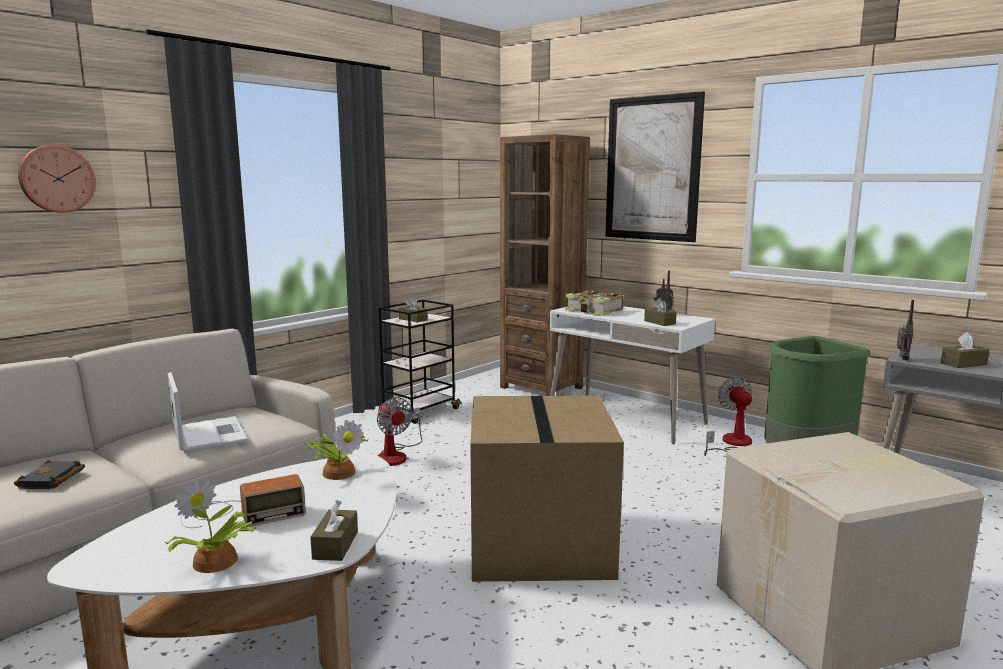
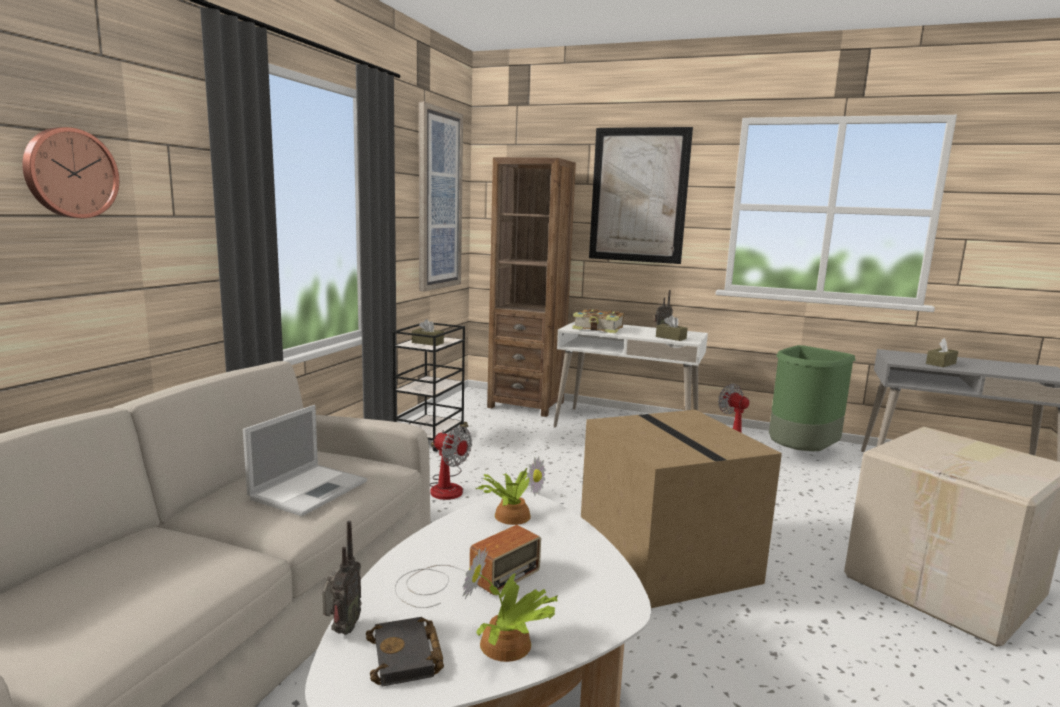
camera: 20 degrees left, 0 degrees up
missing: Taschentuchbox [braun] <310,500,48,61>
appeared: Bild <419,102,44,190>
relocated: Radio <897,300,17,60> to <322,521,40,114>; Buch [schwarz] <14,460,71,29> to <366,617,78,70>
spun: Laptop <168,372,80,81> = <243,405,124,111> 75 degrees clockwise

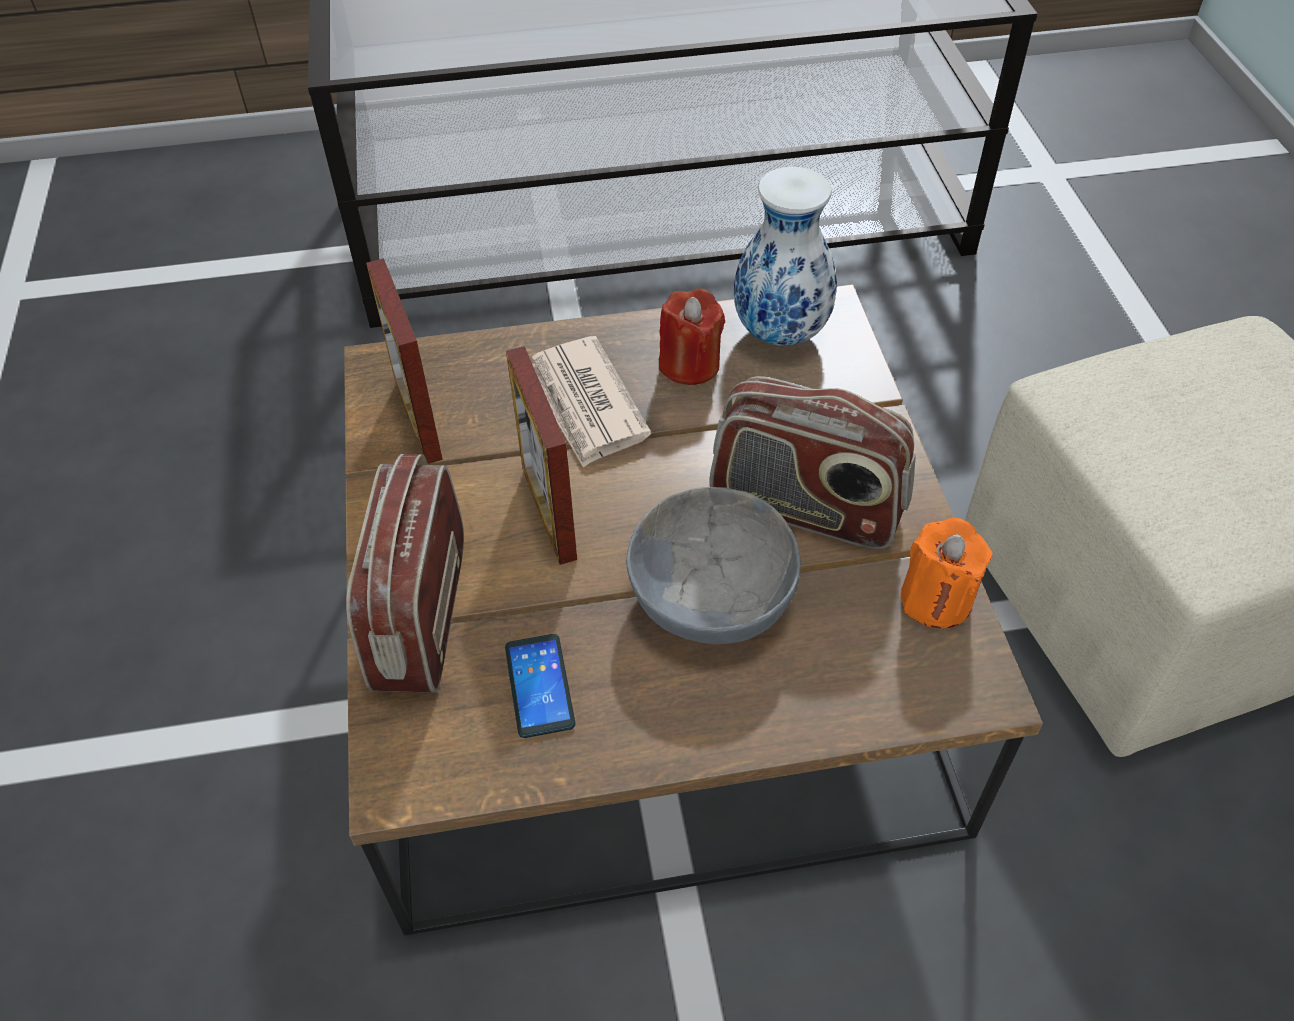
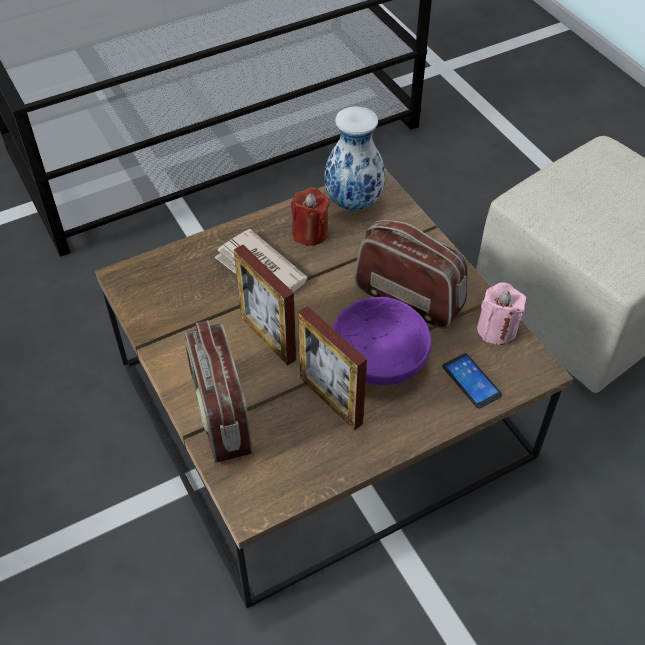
camera: 20 degrees left, 0 degrees up
relocated: Bilderrahmen <366,258,77,206> to <298,306,69,124>; Handy <505,634,70,104> to <442,353,60,55>
colour: Schüssel [grau] <626,487,175,157> to Schüssel [lila] <333,297,98,88>; Kerze [orange] <901,518,91,110> to Kerze [rosa] <477,282,49,63>
spun: Radio <710,376,206,174> = <355,220,113,109> 150 degrees counterclockwise

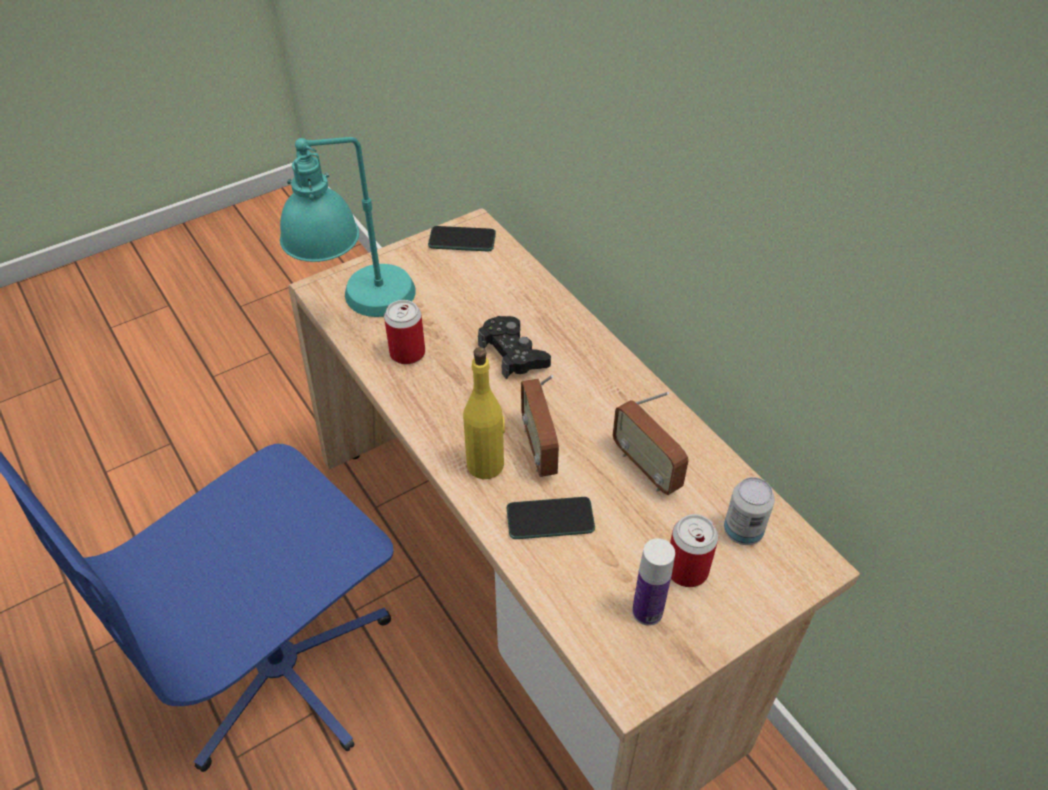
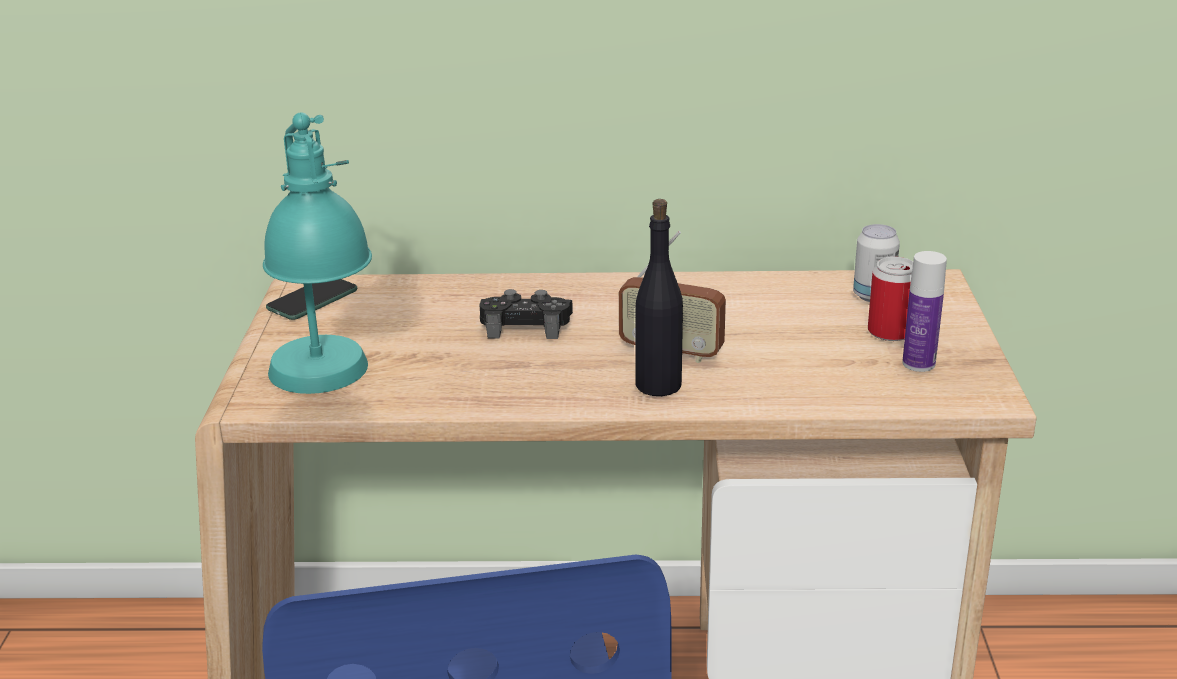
camera: 55 degrees left, 20 degrees down
missing: Dose <384,300,41,64>; Handy <507,497,88,42>; Radio <613,392,76,103>
colour: Flasche [gelb] <463,347,42,132> to Flasche [schwarz] <635,199,48,197>

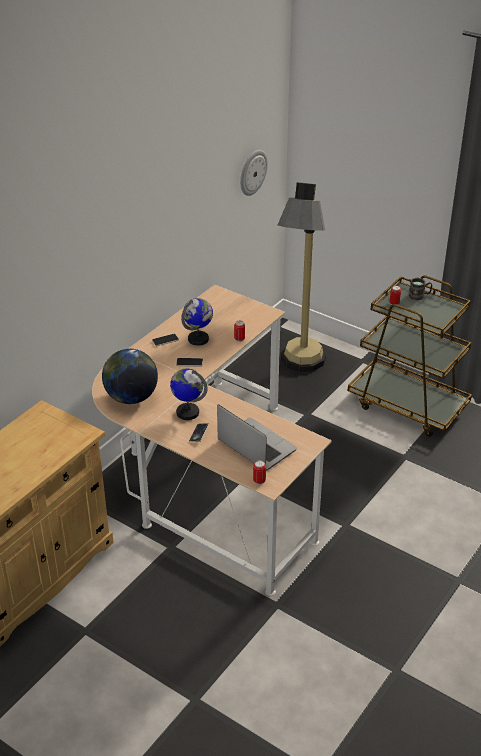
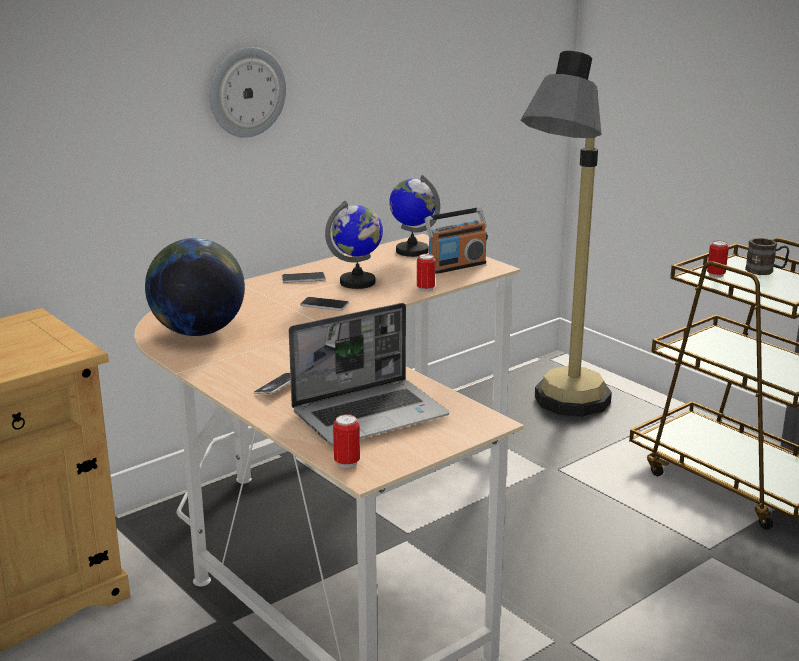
camera: 15 degrees right, 15 degrees down
appeared: Radio <424,207,64,67>
relocated: Wanduhr <240,150,28,46> to <210,47,76,90>; Globus <170,368,38,52> to <389,175,51,82>
spun: Laptop <217,404,80,67> = <289,303,160,142> 90 degrees clockwise

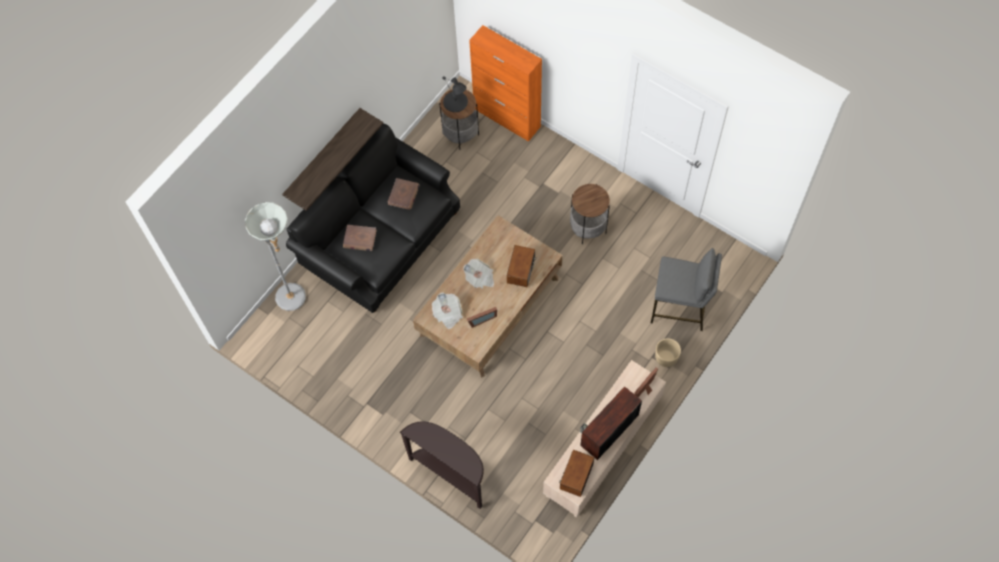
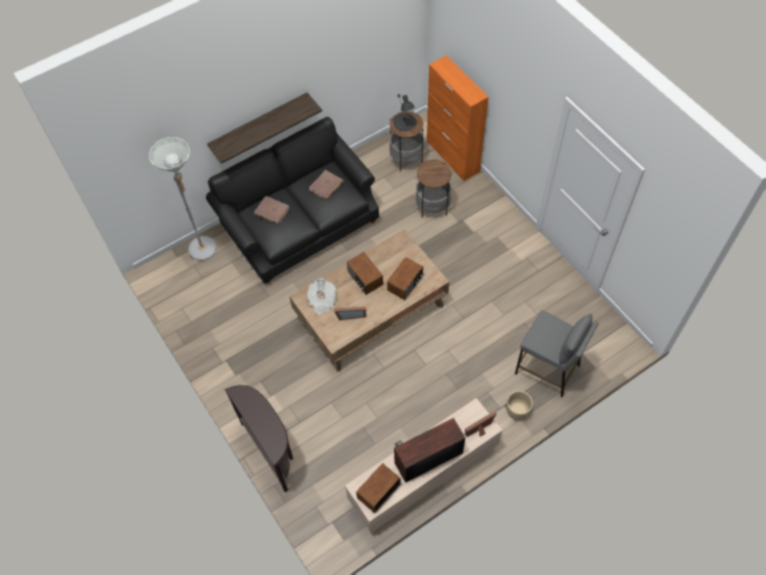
camera: 20 degrees right, 5 degrees down
relocated: Beistelltisch <570,184,40,61> to <416,159,36,59>
exchanged: Zeitung <463,258,31,30> to Radio <347,252,36,43>

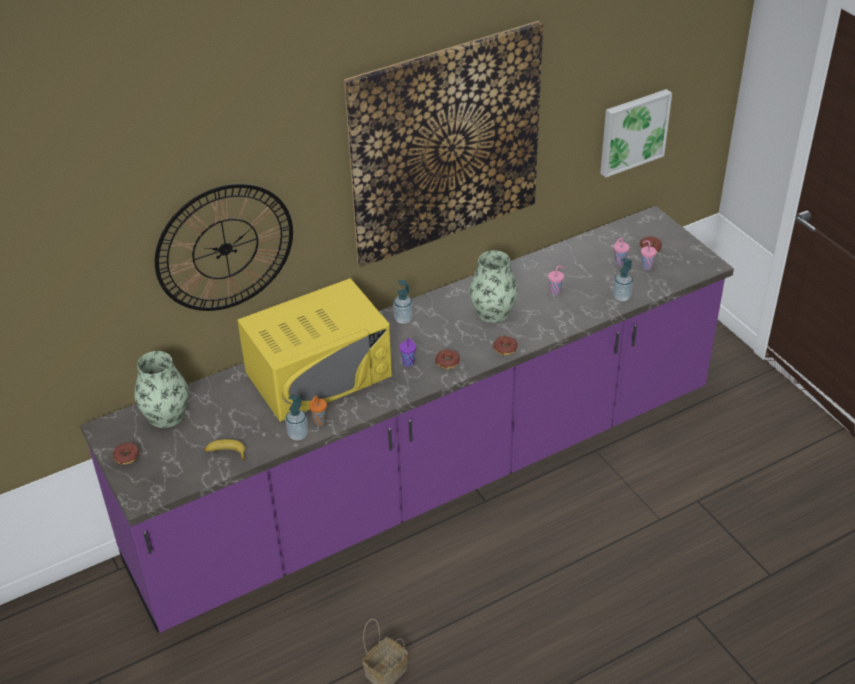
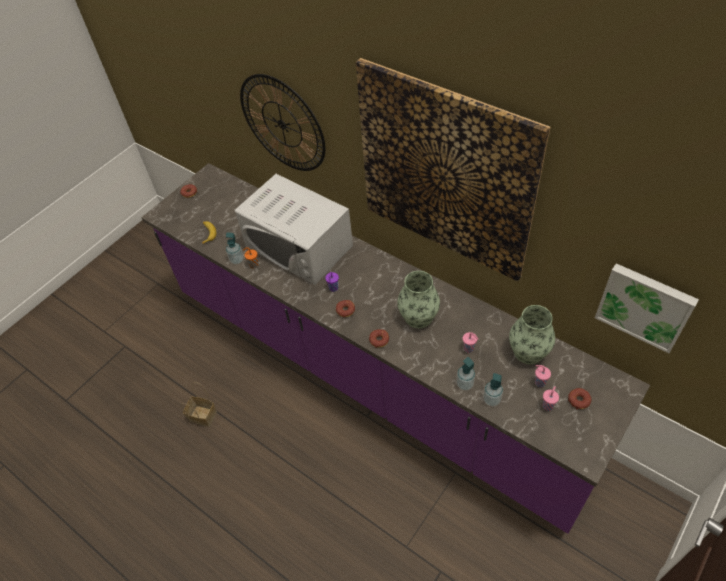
camera: 70 degrees right, 10 degrees up
relocated: Seifenspender <393,280,20,44> to <456,357,19,34>; Vase <134,351,55,77> to <509,305,46,59>
colour: Mikrowelle [gelb] <237,278,155,144> to Mikrowelle [weiß] <235,174,118,111>

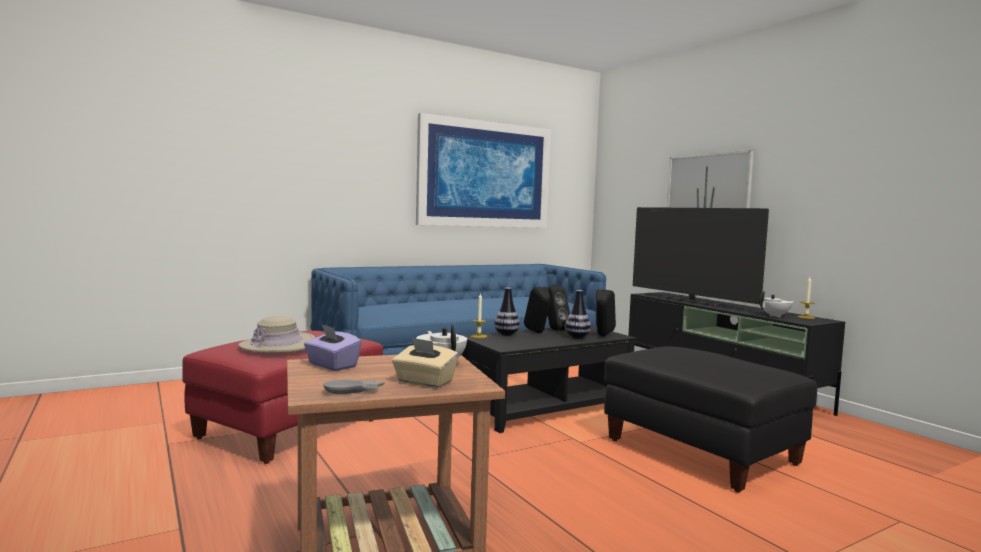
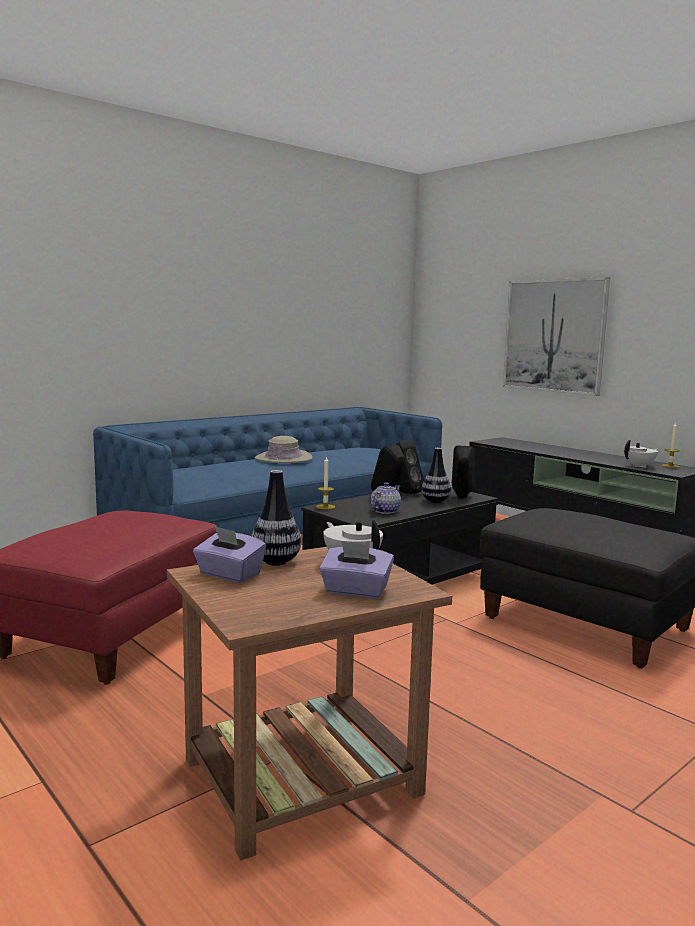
camera: 10 degrees left, 5 degrees up
missing: Schüssel [grau] <323,380,62,14>; Bild <416,113,135,115>; Fernseher <633,207,136,99>
appeared: Teekanne <371,482,30,32>
relocated: Vase <494,288,26,48> to <252,470,49,96>; Hut [beige] <238,316,77,36> to <255,436,57,27>
colour: Taschentuchbox [beige] <392,338,66,50> to Taschentuchbox [lila] <319,541,75,58>

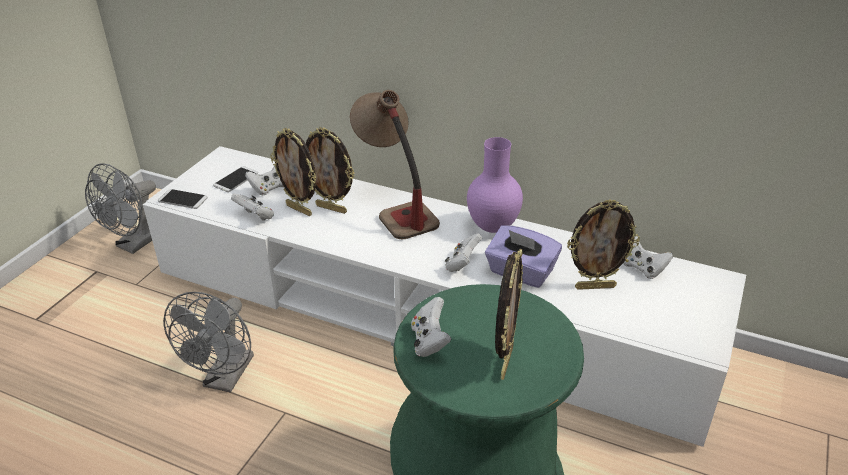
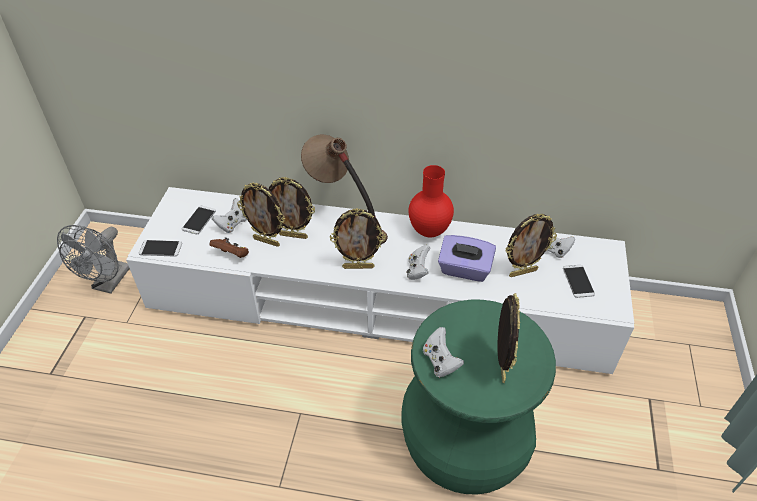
camera: 15 degrees left, 10 degrees up
missing: Ventilator [grau] <163,292,91,101>
appeared: Bilderrahmen <330,208,56,61>; Handy <563,265,32,33>
colour: Gamepad [weiß] <231,194,43,27> to Gamepad [braun] <210,237,39,21>; Vase [lila] <467,137,56,96> to Vase [rot] <409,165,45,73>

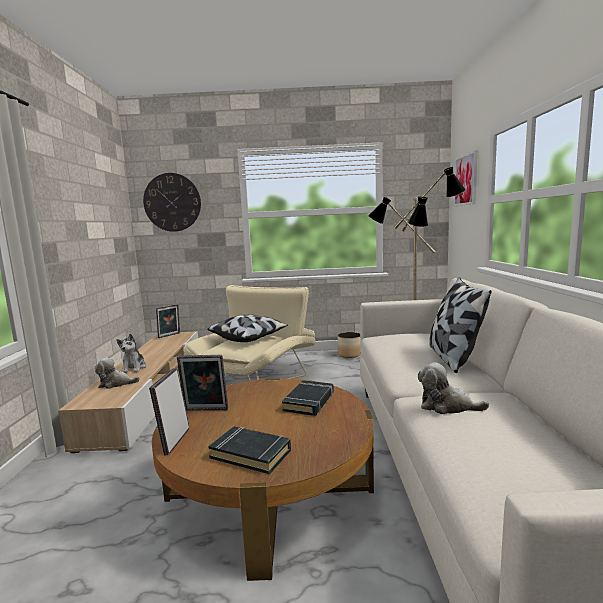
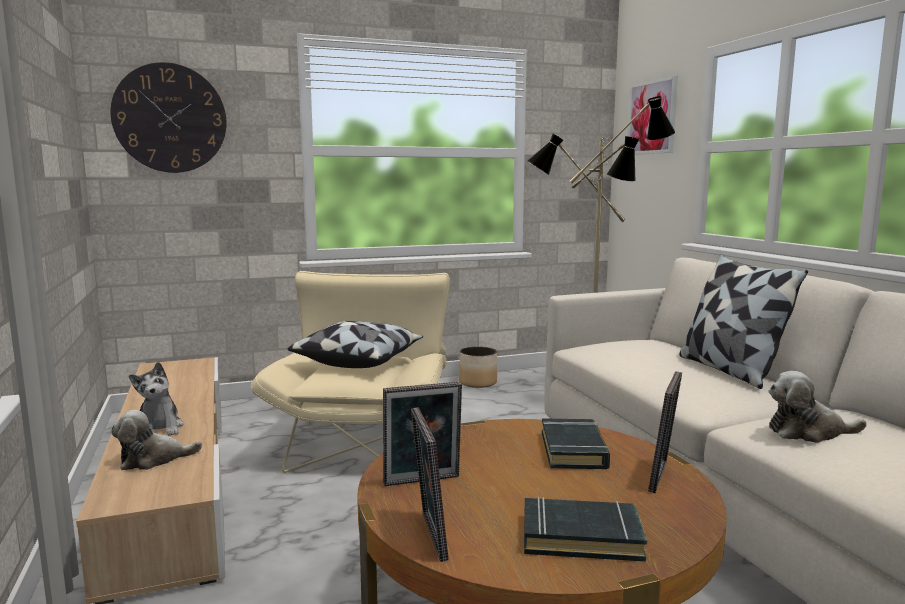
camera: 20 degrees left, 0 degrees up
relocated: Bilderrahmen <156,304,24,34> to <648,371,34,122>

